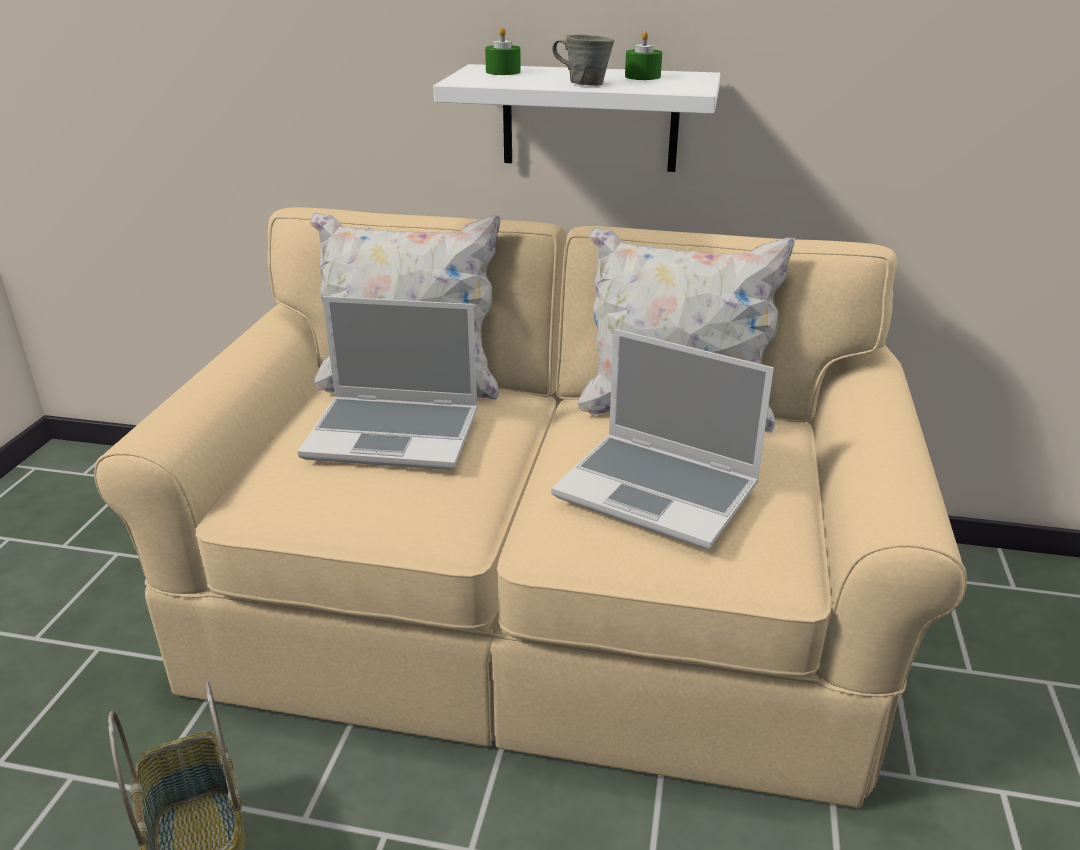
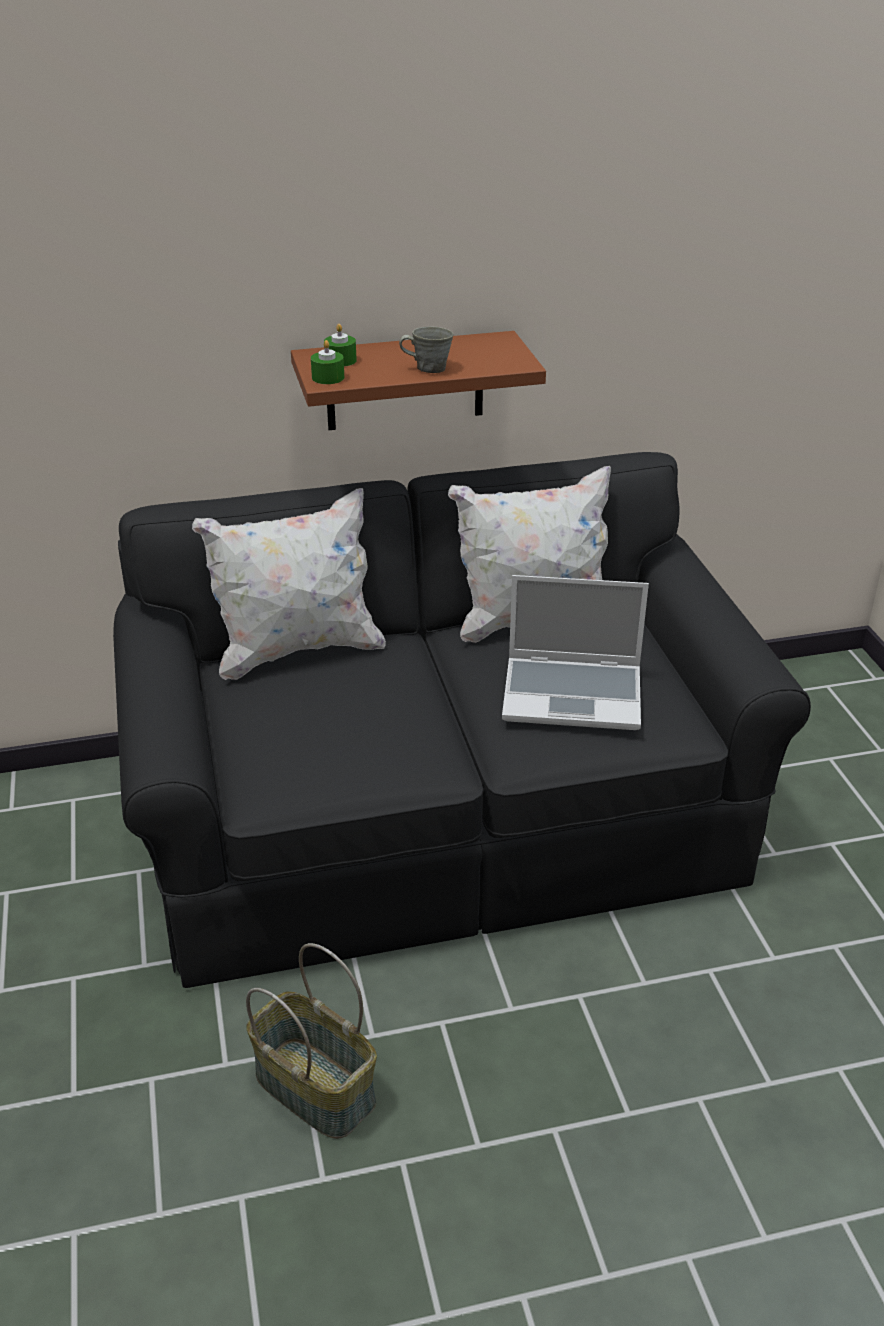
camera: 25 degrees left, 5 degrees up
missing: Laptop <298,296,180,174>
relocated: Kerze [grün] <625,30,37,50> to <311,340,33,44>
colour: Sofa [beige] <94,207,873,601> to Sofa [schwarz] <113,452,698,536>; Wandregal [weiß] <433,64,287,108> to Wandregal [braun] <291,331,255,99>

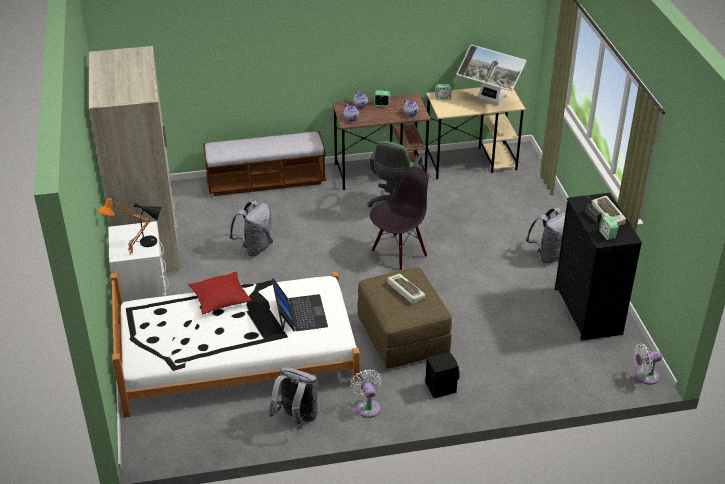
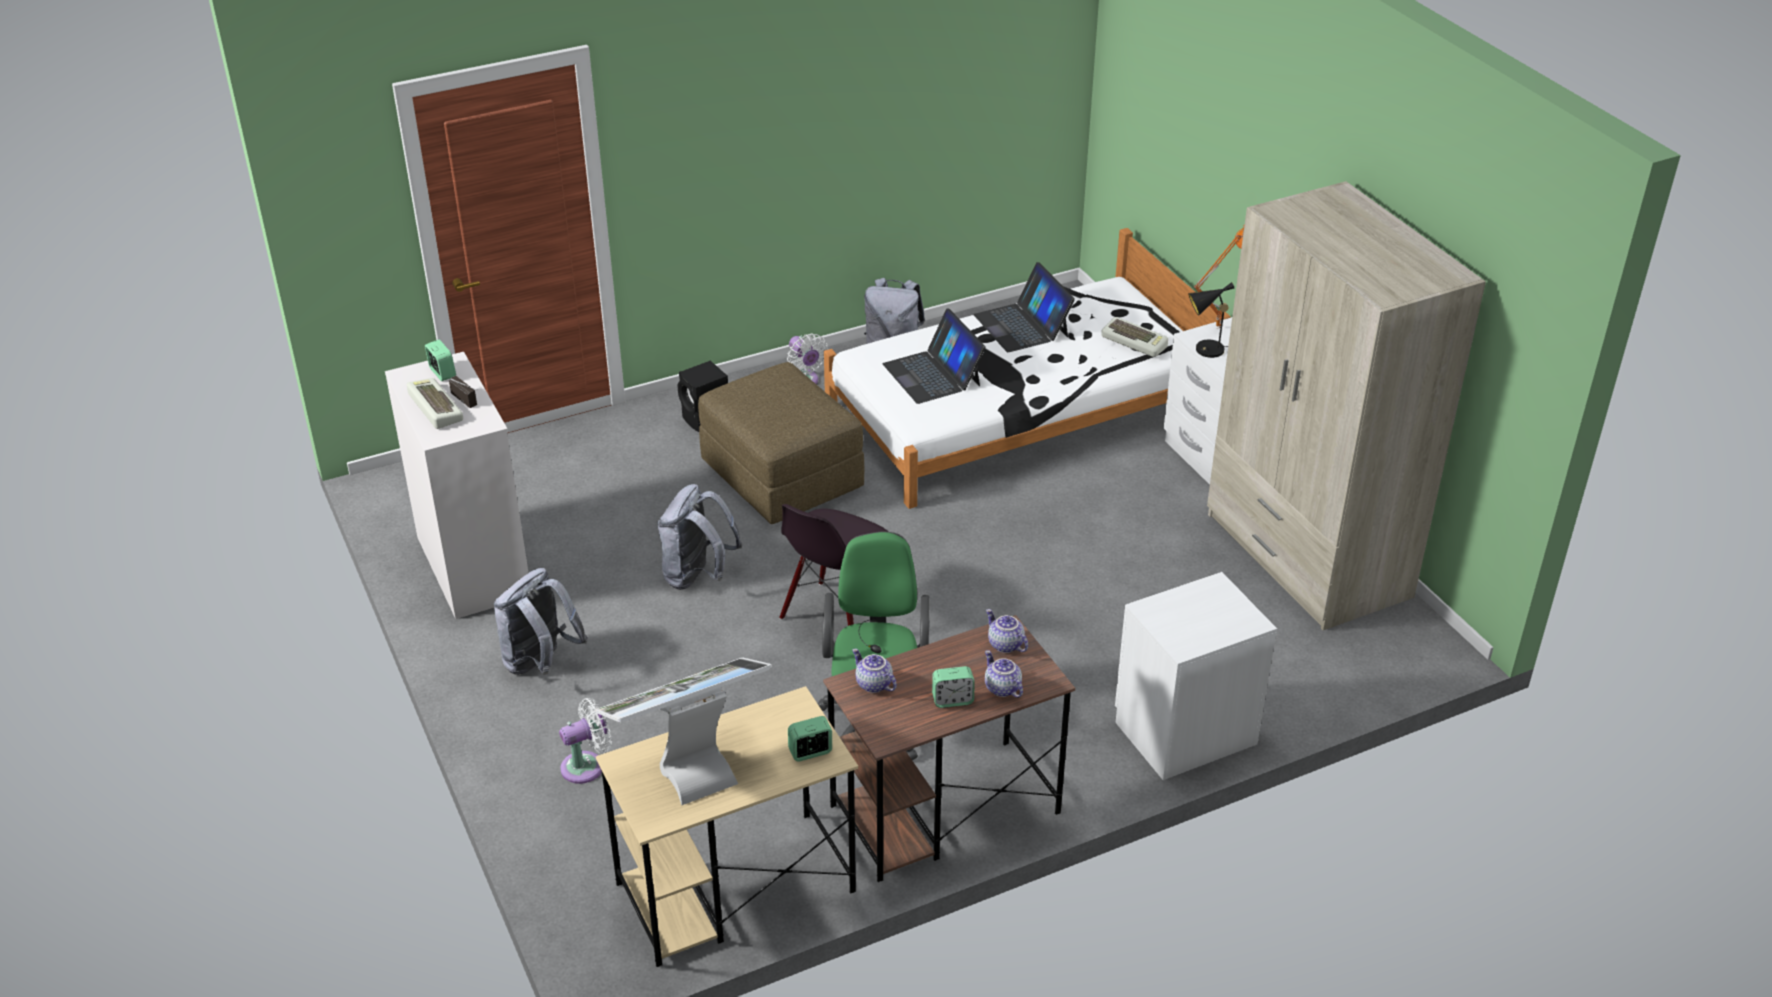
camera: 165 degrees right, 0 degrees up
missing: Kissen [rot] <188,271,64,43>
appeared: Laptop <974,262,101,90>
relocated: Ventilator [weiß] <633,343,29,42> to <559,698,53,86>; Rucksack [grau] <229,200,44,56> to <657,484,85,106>; Tastatur <388,274,37,30> to <1101,317,67,40>
exchanged: Bank <203,131,123,65> to Nachttisch [weiß] <1115,572,162,208>
colour: Kommode [schwarz] <555,193,87,147> to Kommode [weiß] <385,352,143,267>
spun: Monitor <457,45,70,60> = <595,658,177,147> 45 degrees counterclockwise

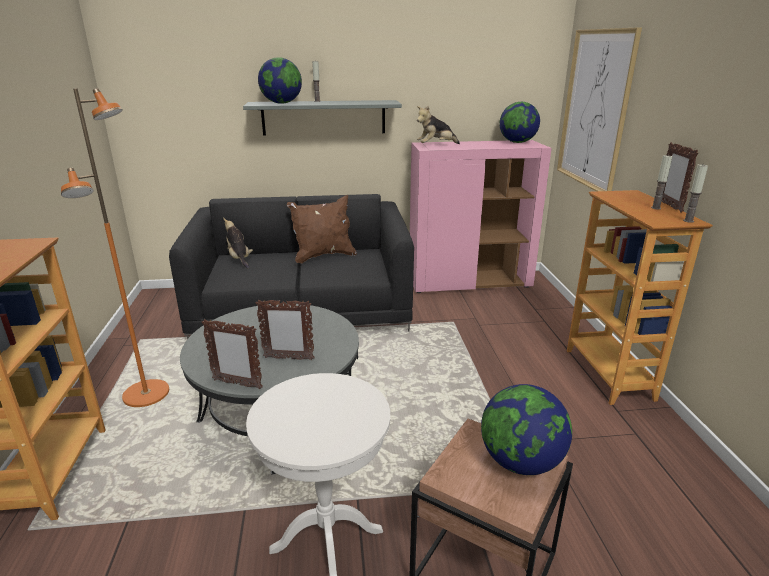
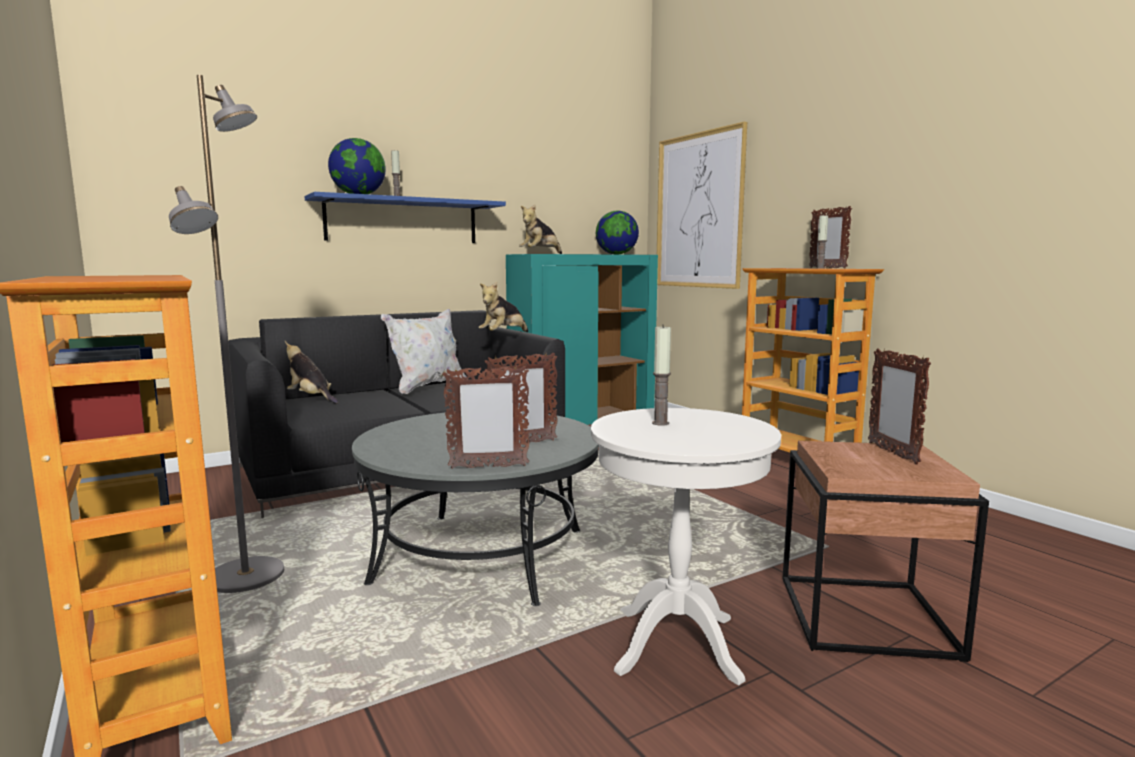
camera: 25 degrees left, 15 degrees down
appeared: Plüschtier <479,282,49,50>
relocated: Kerze <683,164,25,59> to <652,324,19,102>
exchanged: Globus <481,384,91,91> to Bilderrahmen <868,348,63,116>
colour: Stehlampe [orange] <61,88,108,319> to Stehlampe [grau] <169,75,115,518>; Wandregal [grau] <243,100,159,36> to Wandregal [blau] <304,192,202,51>; Kissen [braun] <287,195,70,68> to Kissen [weiß] <381,309,85,85>; Schrank [rosa] <410,140,142,153> to Schrank [türkis] <506,254,152,171>

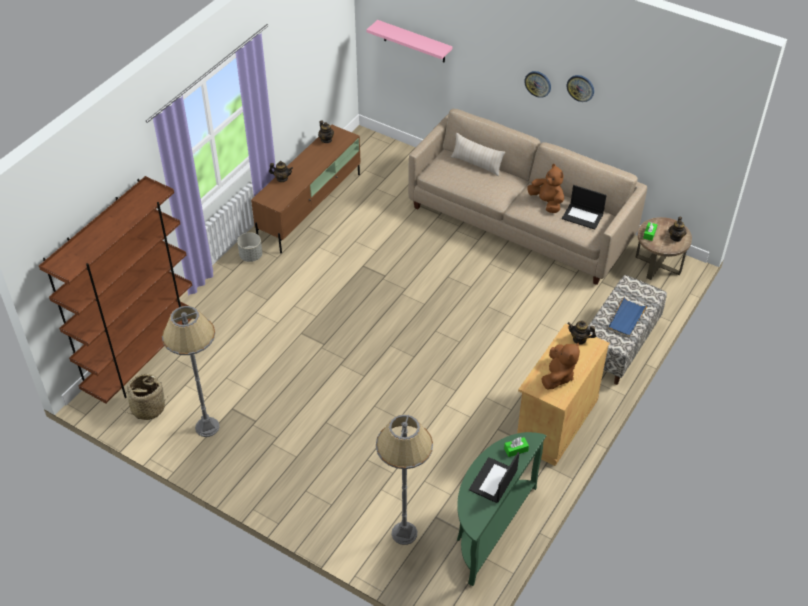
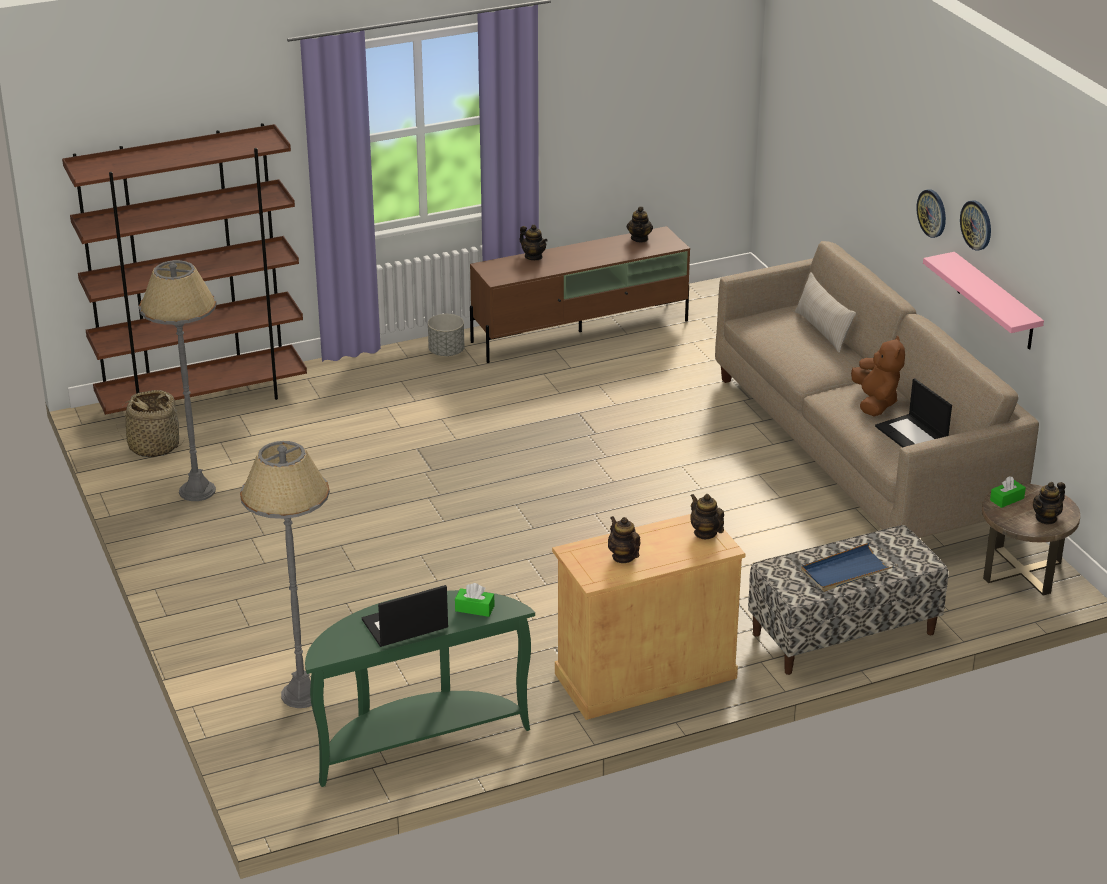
camera: 35 degrees right, 15 degrees down
relocated: Wandregal [rosa] <366,20,86,43> to <923,252,121,98>
exchanged: Plüschtier [braun] <541,342,39,47> to Teekanne <608,516,32,47>

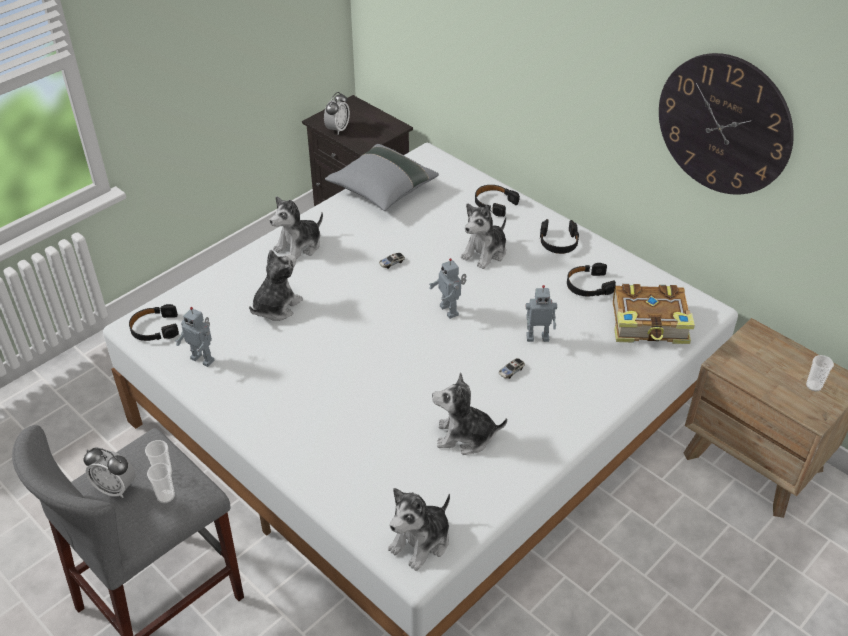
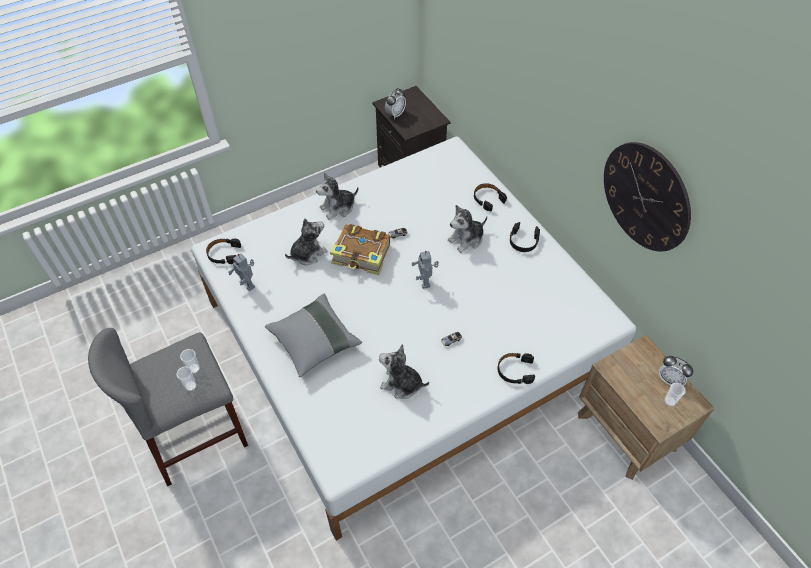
camera: 15 degrees right, 10 degrees up
missing: Plüschtier <388,488,62,83>; Spielzeugroboter <526,285,31,57>
relocated: Kissen [grau] <325,144,114,67> to <265,294,97,83>; Buch <613,284,82,60> to <330,224,60,51>; Kopfhörer [schwarz] <567,263,49,34> to <497,353,38,31>; Wecker <83,447,52,51> to <659,356,34,30>

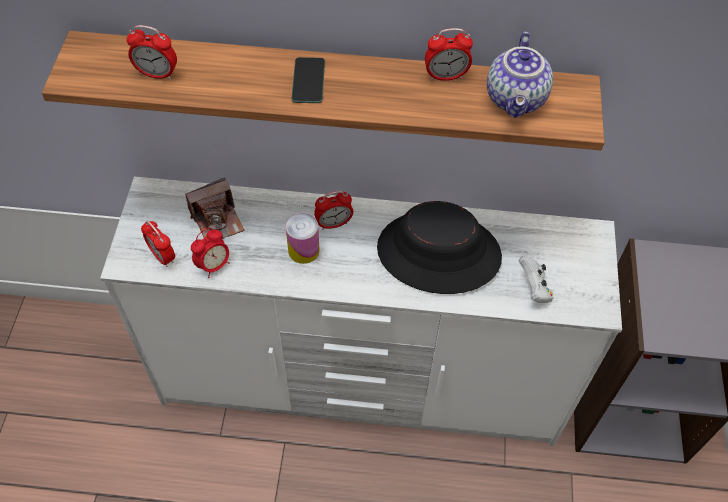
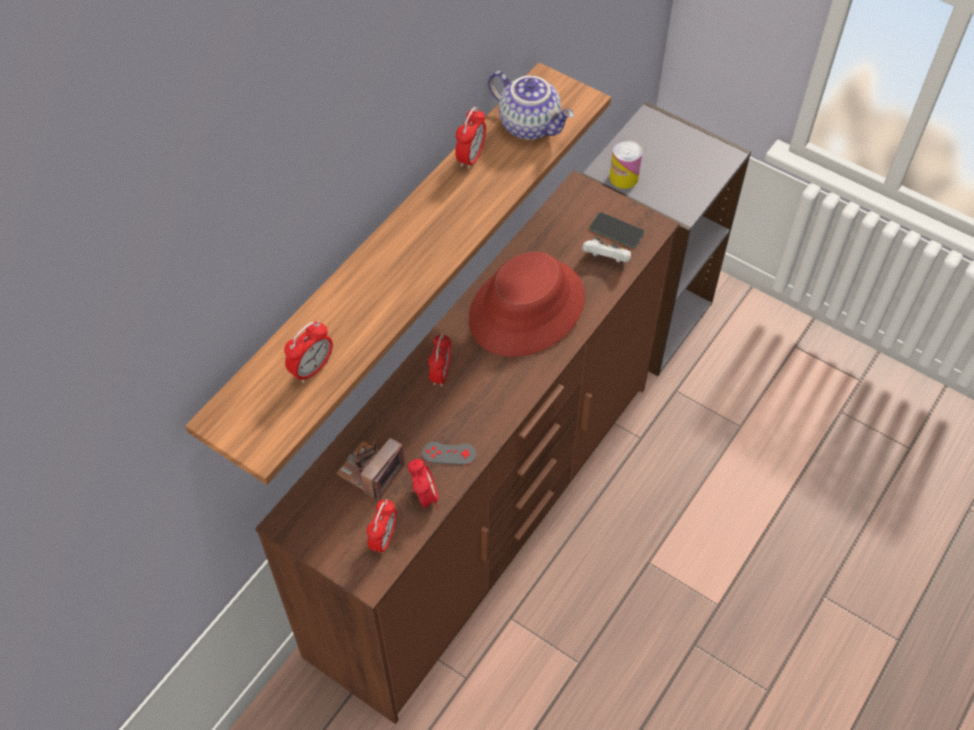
camera: 60 degrees left, 0 degrees up
appeared: Gamepad [grau] <422,442,54,23>
relocated: Handy <292,57,33,46> to <589,212,56,36>; Dose <286,213,34,51> to <609,140,33,49>
colour: Kommode [weiß] <100,177,522,270> to Kommode [braun] <255,170,424,554>; Hut [schwarz] <377,201,125,93> to Hut [rot] <469,251,116,106>
spun: Kamera <185,177,59,62> = <336,438,69,63> 150 degrees counterclockwise; Wecker <141,221,34,46> = <367,499,30,55> 60 degrees counterclockwise

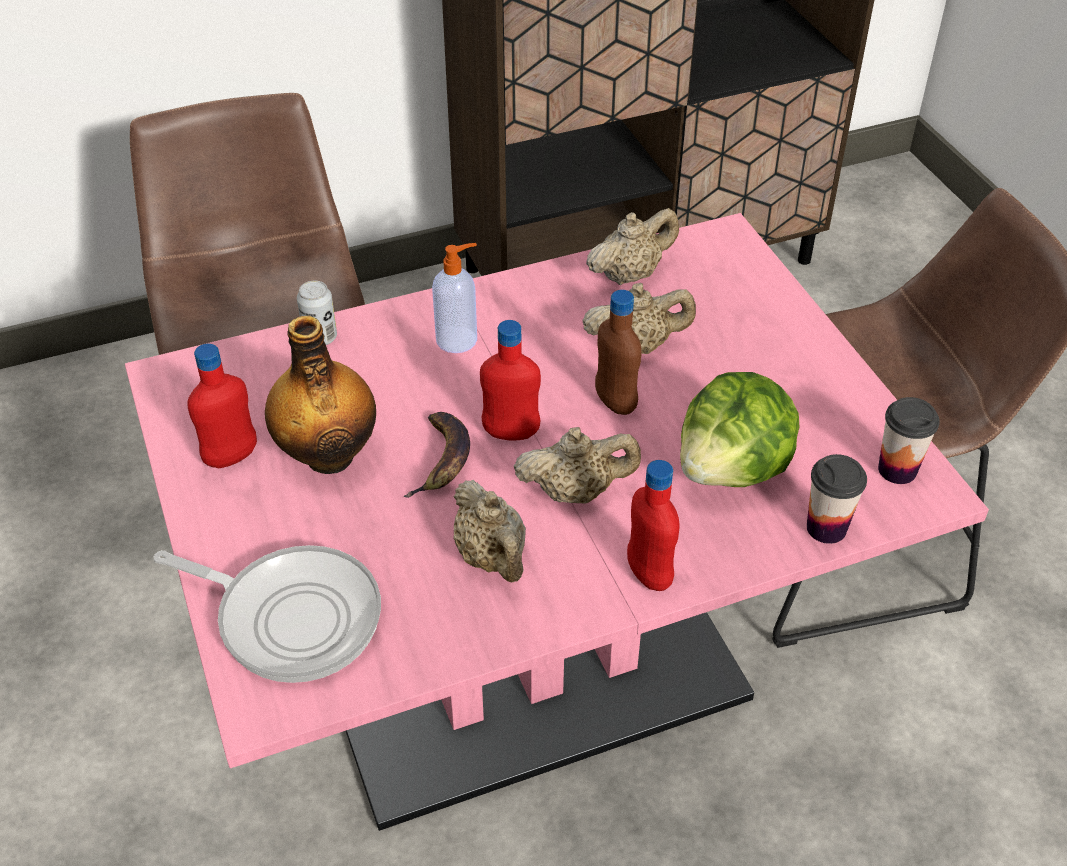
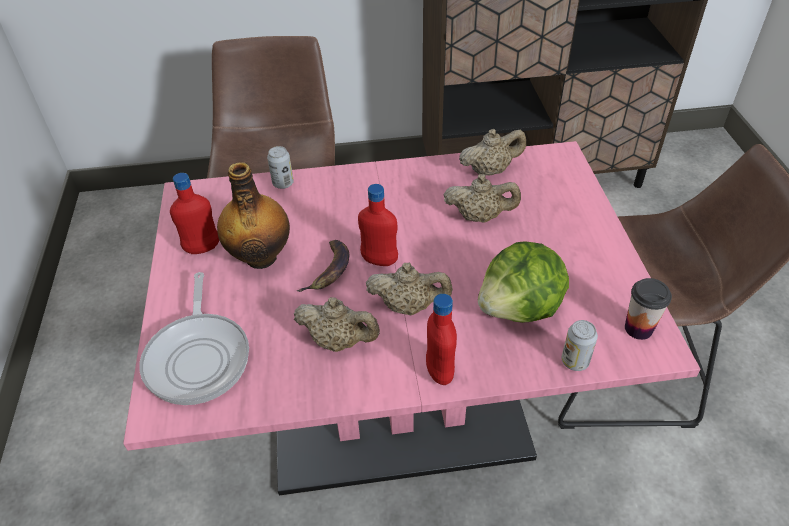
camera: 15 degrees right, 0 degrees up
missing: Seifenspender <432,243,45,110>; Flasche [braun] <595,290,46,125>
exchanged: Tasse <807,454,60,90> to Dose <562,320,36,51>
spun: Pfanne <154,545,227,138> = <139,272,110,133> 45 degrees clockwise; Teekanne [beige] <453,480,73,103> = <294,297,86,55> 60 degrees counterclockwise

